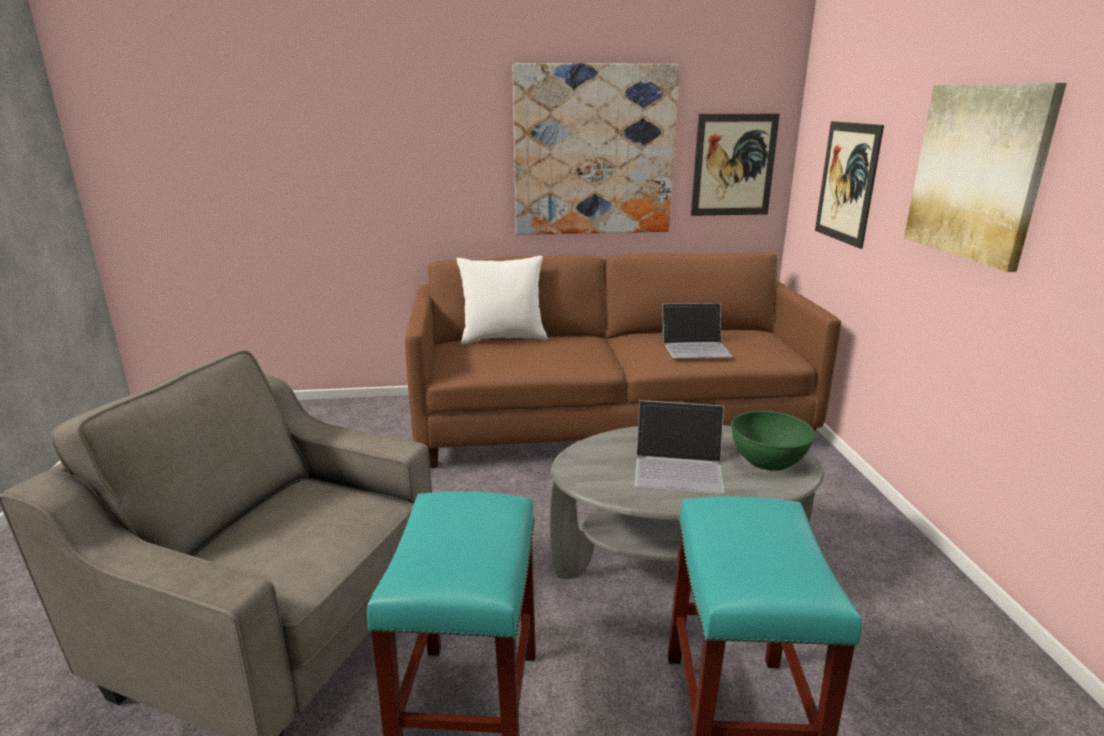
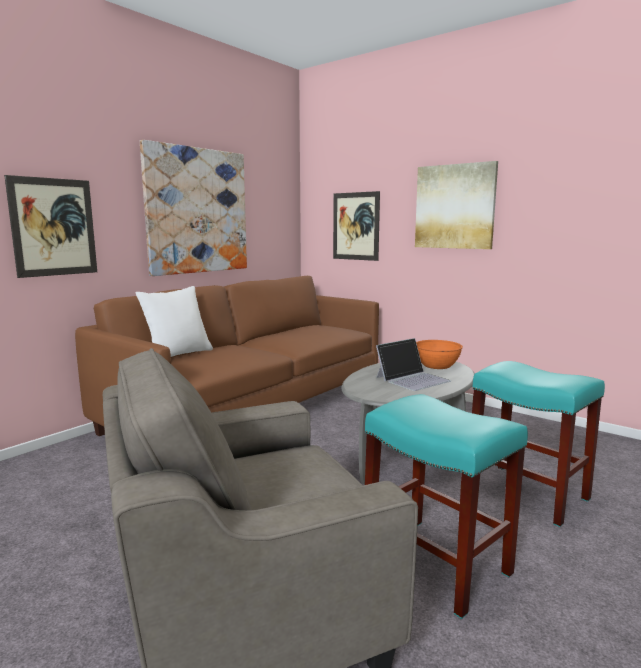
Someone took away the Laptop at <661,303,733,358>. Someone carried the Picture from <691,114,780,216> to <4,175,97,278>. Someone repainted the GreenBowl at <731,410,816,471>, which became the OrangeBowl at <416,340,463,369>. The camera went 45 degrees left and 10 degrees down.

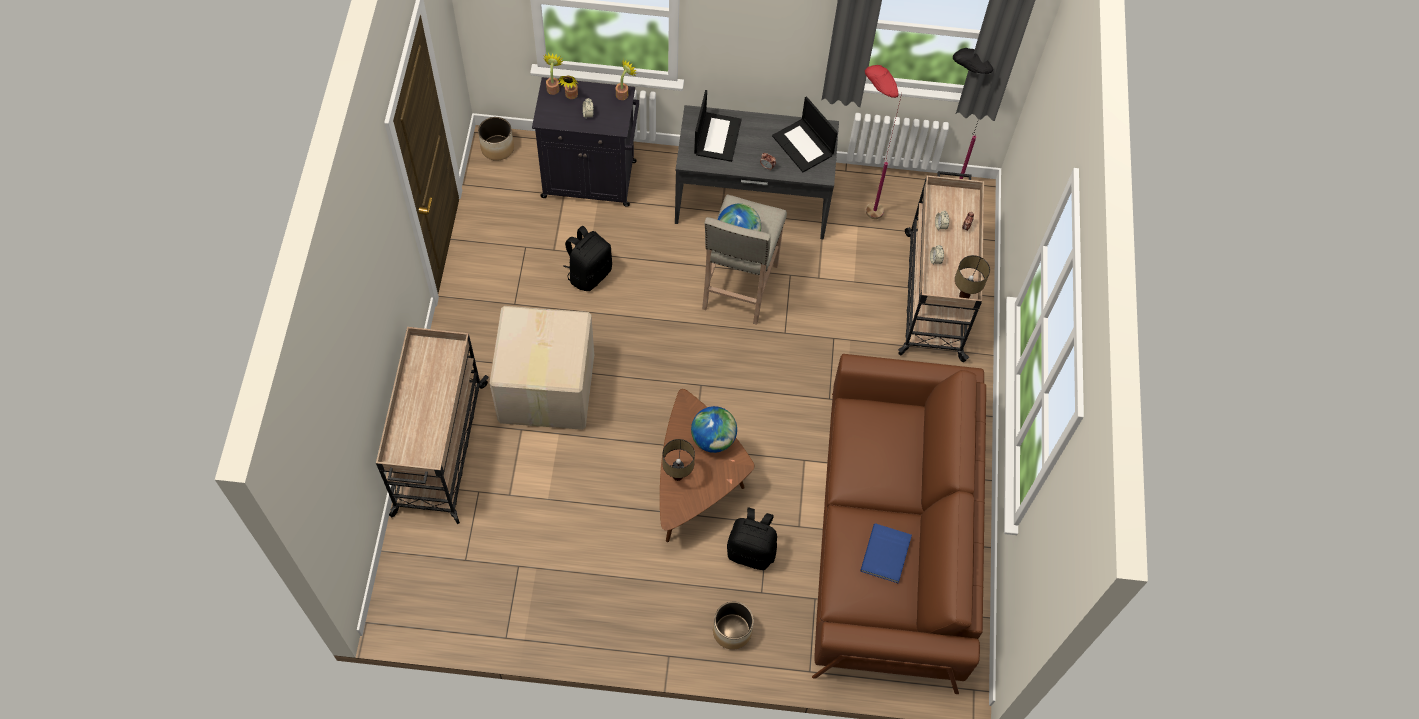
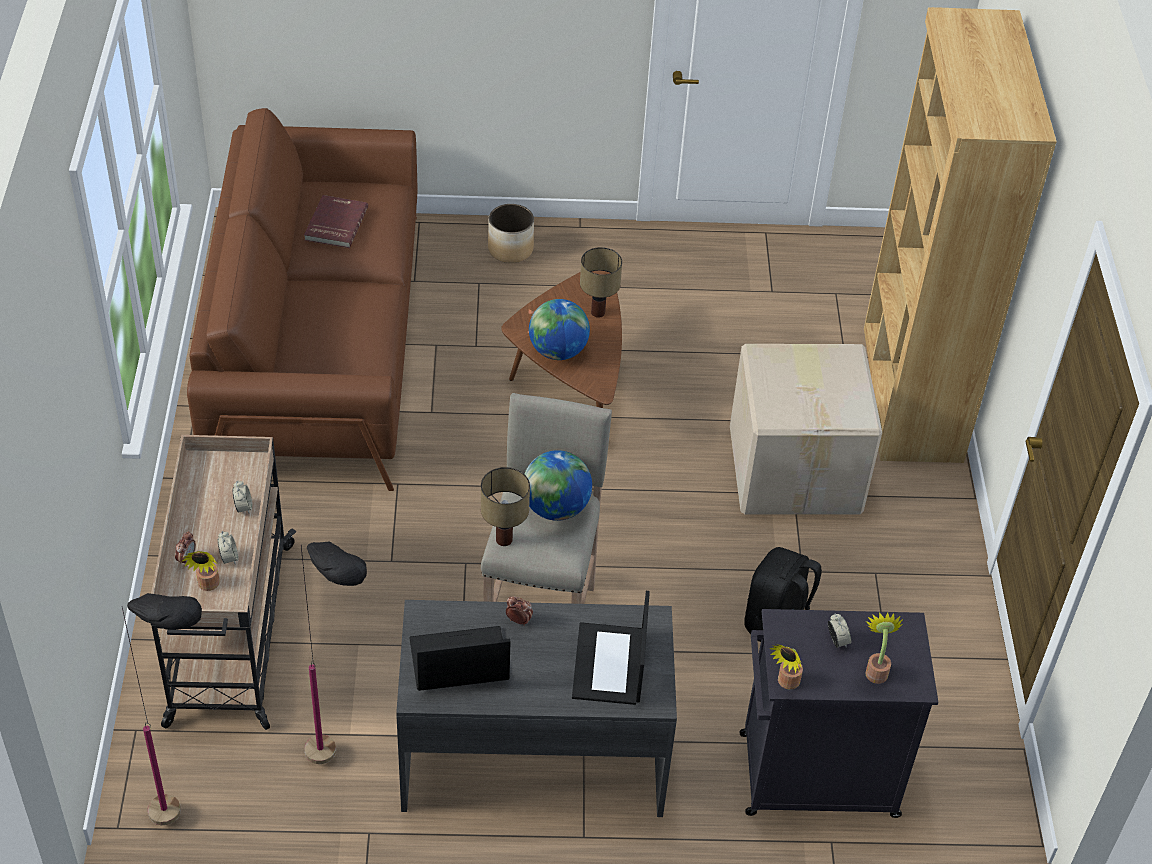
Someone swapped the BeigeCart at <376,327,489,524> for the BrownBookcase at <864,7,1057,463>. Someone took away the Planter at <478,117,514,161>. Someone carried the PottedPlant from <543,53,563,95> to <181,551,220,591>. Someone took away the BlackBackpack at <727,507,777,570>. Someone rotated the Laptop at <772,96,838,172> by 60 degrees counterclockwise. Someone repainted the BlueBook at <860,523,912,583>, which became the RedBook at <304,195,368,248>. Someone repainted the RedFloorLamp at <865,65,902,219>, which became the BlackFloorLamp at <301,541,367,764>. Someone carried the TableLamp from <955,255,990,298> to <481,467,530,546>. The camera went 175 degrees right and 15 degrees down.

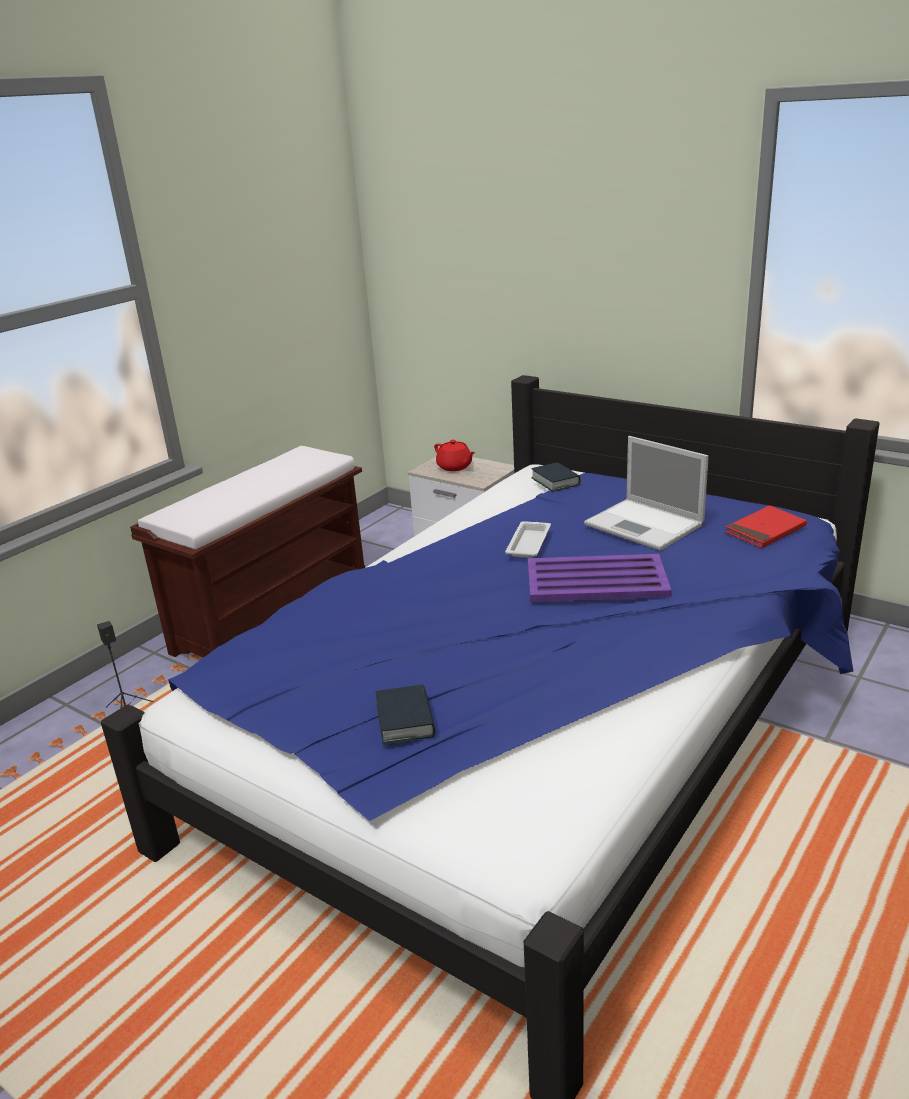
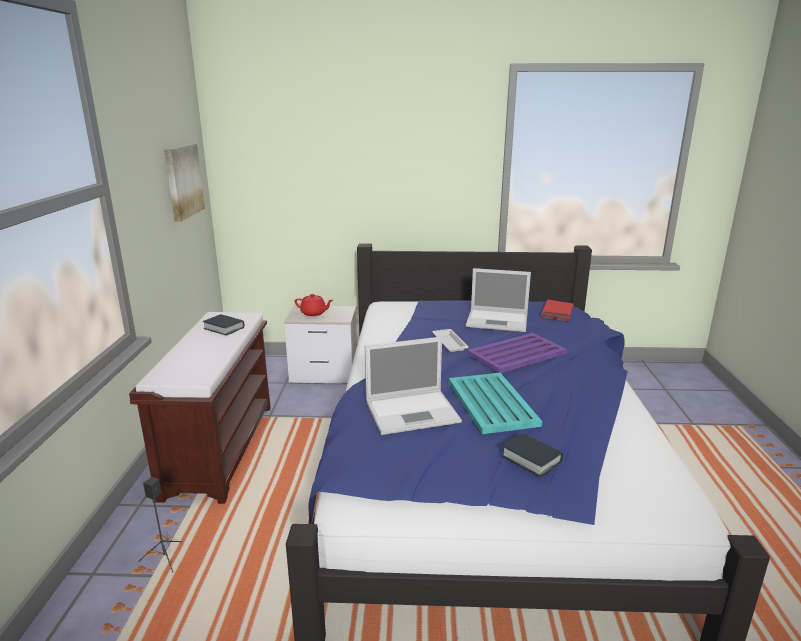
Someone carried the Book from <531,462,581,492> to <203,314,244,335>. Someone put up the Picture at <164,144,205,222>. Someone put down the Laptop at <365,337,462,435>. Someone put down the TurquoiseTray at <449,373,542,434>. The camera went 35 degrees left and 5 degrees down.

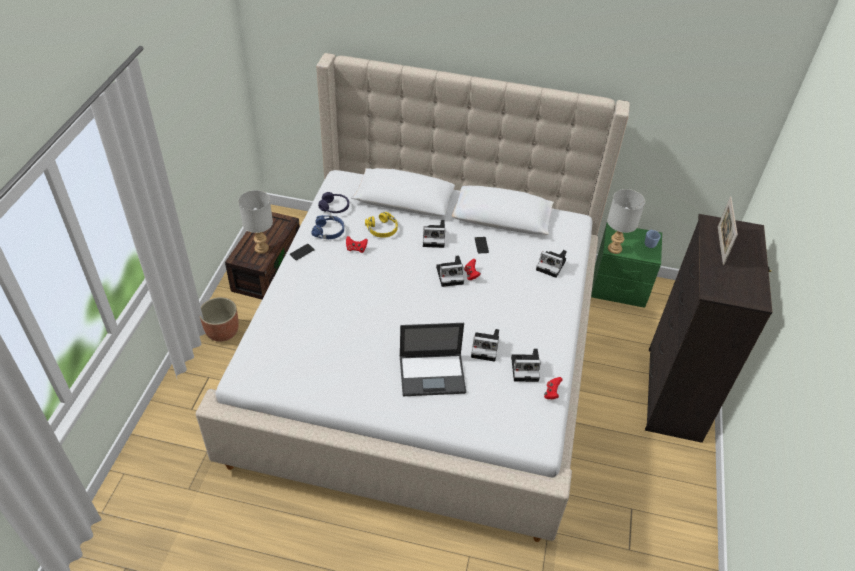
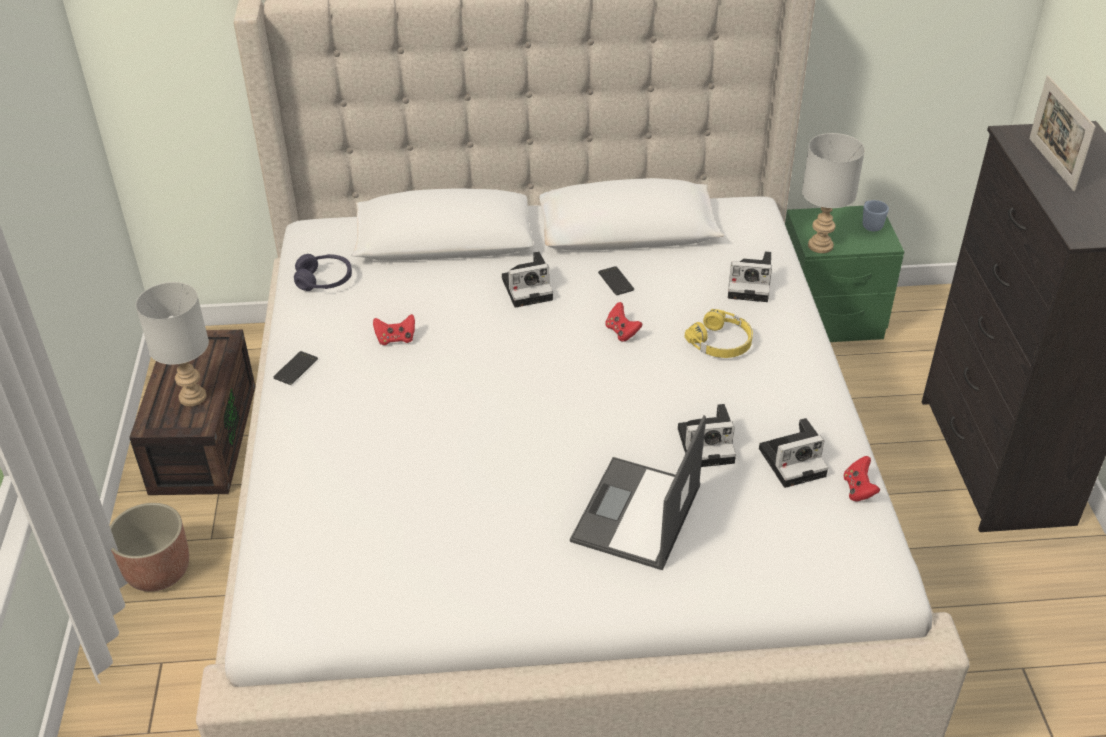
Someone took away the BlueHeadphones at <311,215,344,239>. Someone carried the YellowHeadphones from <365,212,398,238> to <684,309,753,358>. Someone rotated the Laptop at <400,323,466,396> by 135 degrees clockwise. Someone took away the PhotoCamera at <436,255,464,287>. The camera went 15 degrees left and 5 degrees down.

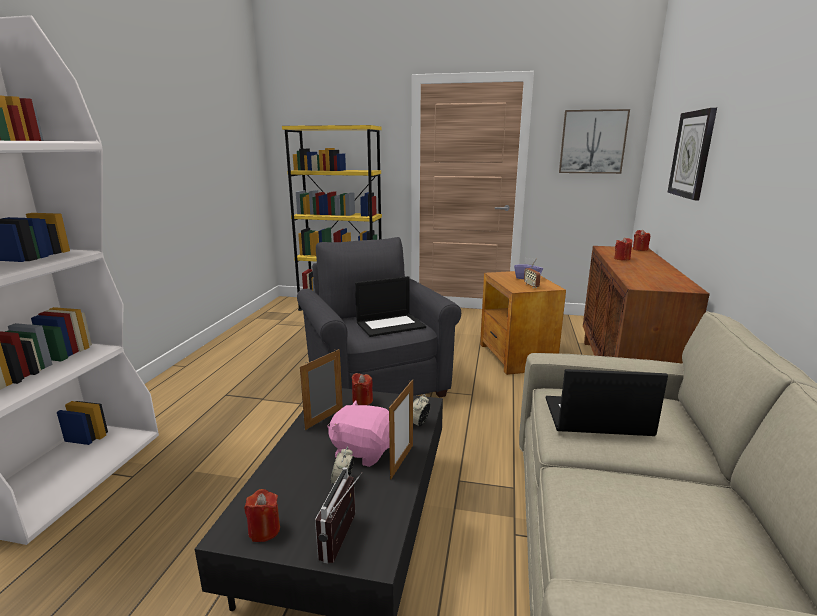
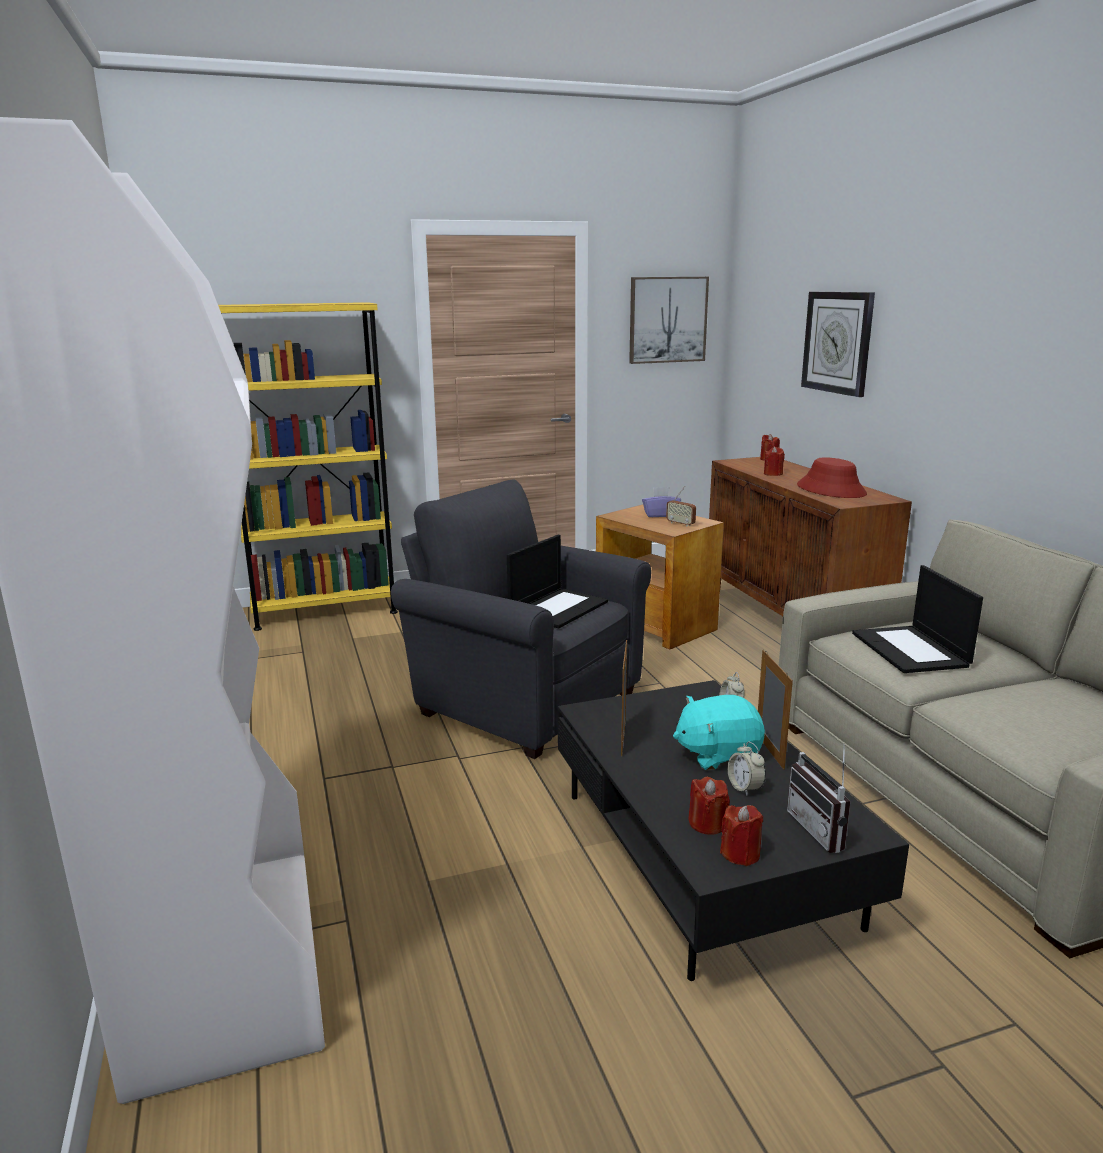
Someone repainted the PinkPlushToy at <327,400,390,467>, which became the TurquoisePlushToy at <673,695,765,770>. Someone carried the RedCandle from <352,373,373,405> to <688,777,730,835>. Someone rotated the Laptop at <546,369,668,436> by 75 degrees counterclockwise. Someone put down the RedHat at <797,457,867,498>. The camera went 30 degrees left and 0 degrees up.

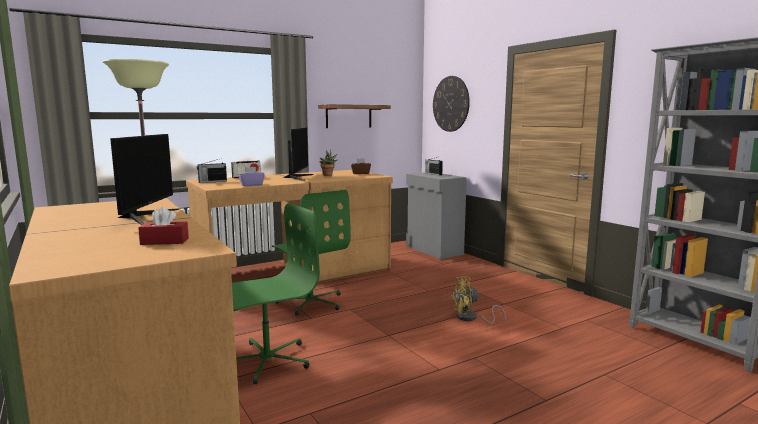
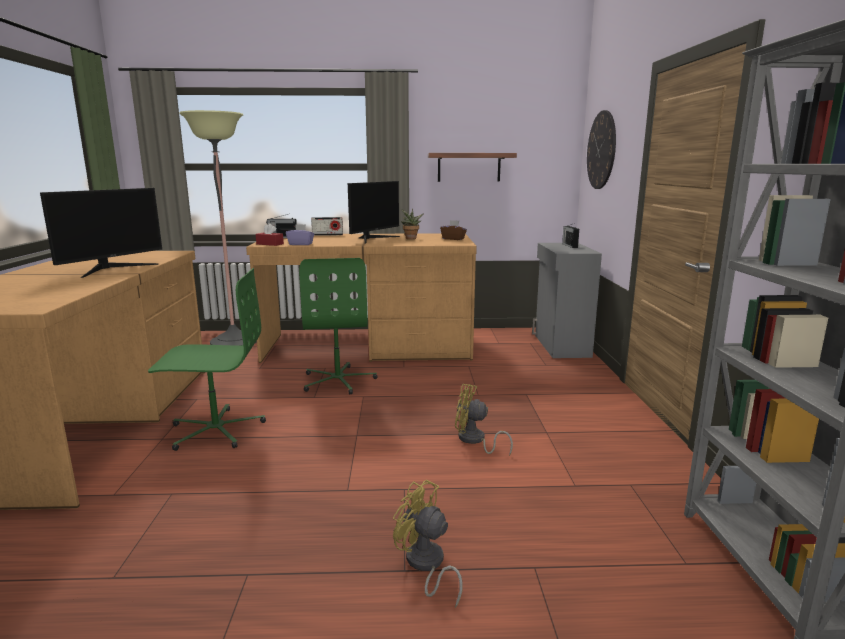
Someone carried the RedTissueBox from <138,207,189,245> to <256,223,284,246>. Someone put down the YellowFan at <393,480,463,608>. The camera went 30 degrees right and 5 degrees up.

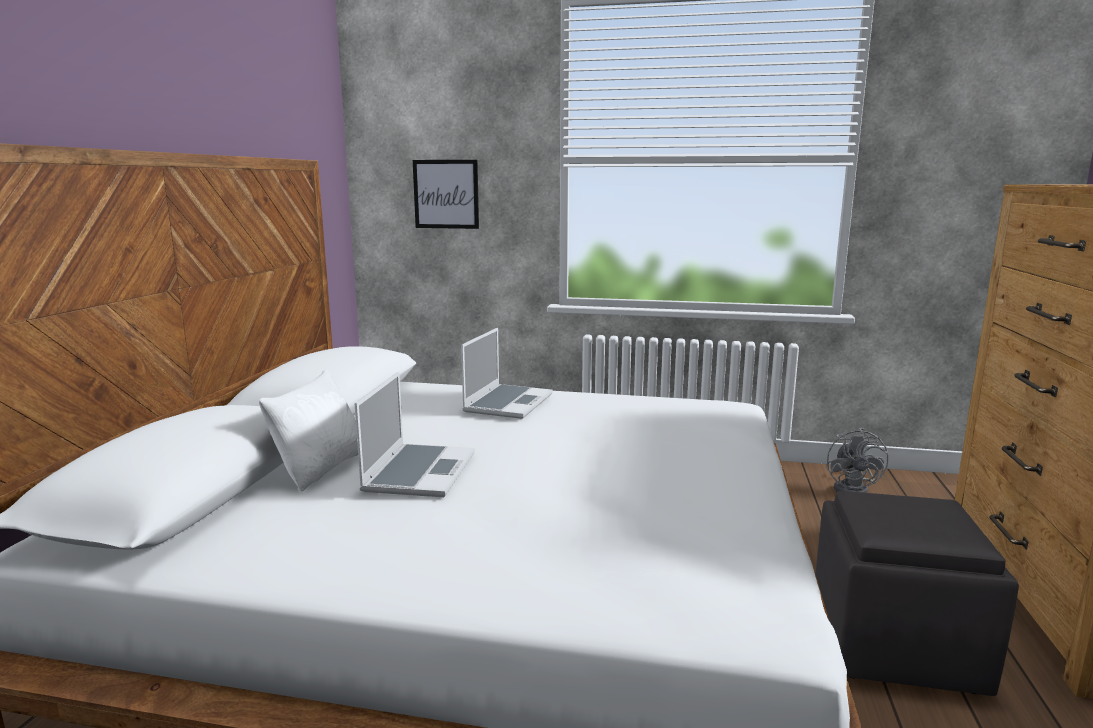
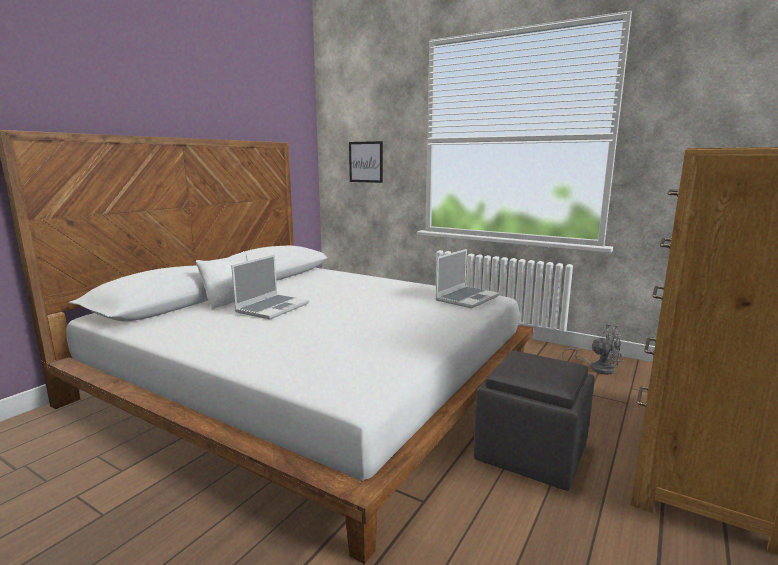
Someone carried the Laptop from <461,328,553,419> to <435,249,500,308>. Someone rotated the GreyFan at <826,428,888,493> by 105 degrees counterclockwise. The camera went 20 degrees right and 0 degrees up.

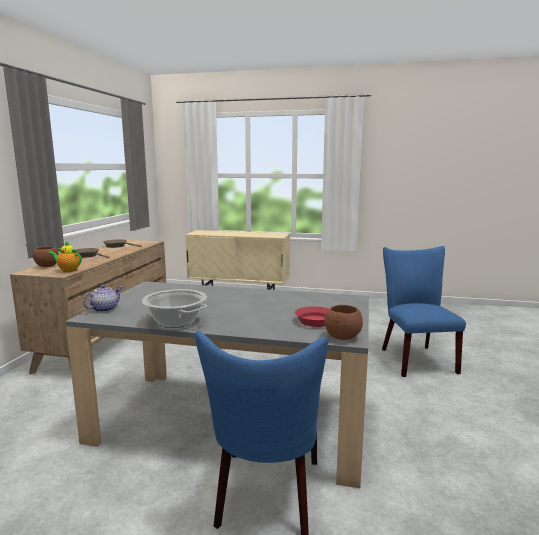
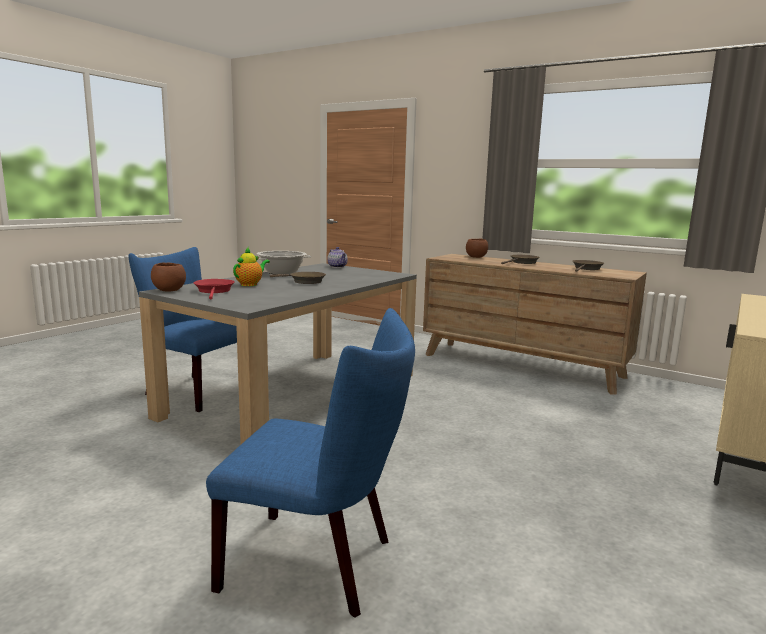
Someone carried the Teapot from <48,241,82,272> to <233,247,270,286>. Someone put down the BrownFryingPan at <269,272,326,284>. The camera went 110 degrees right and 0 degrees up.

